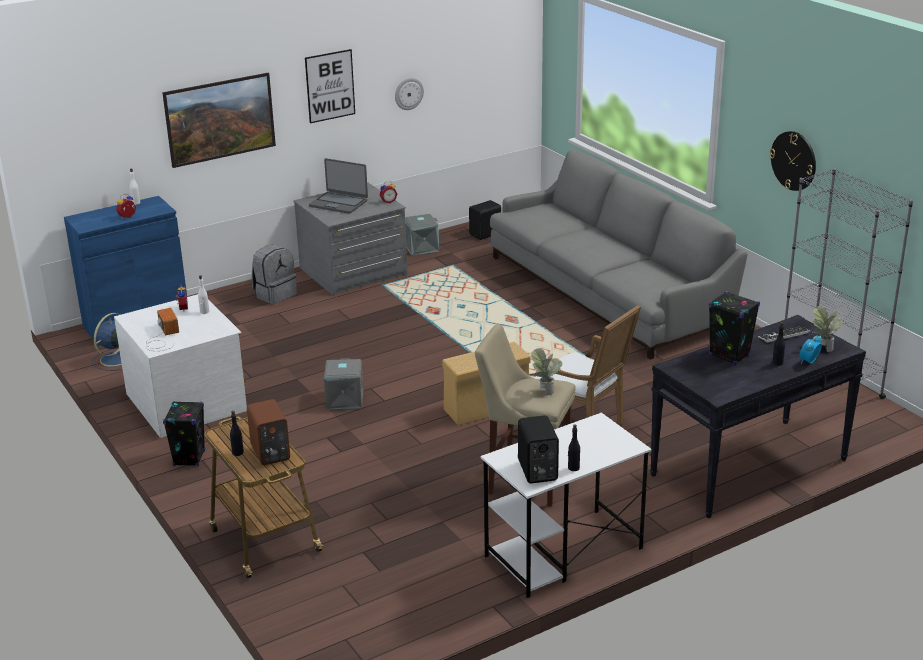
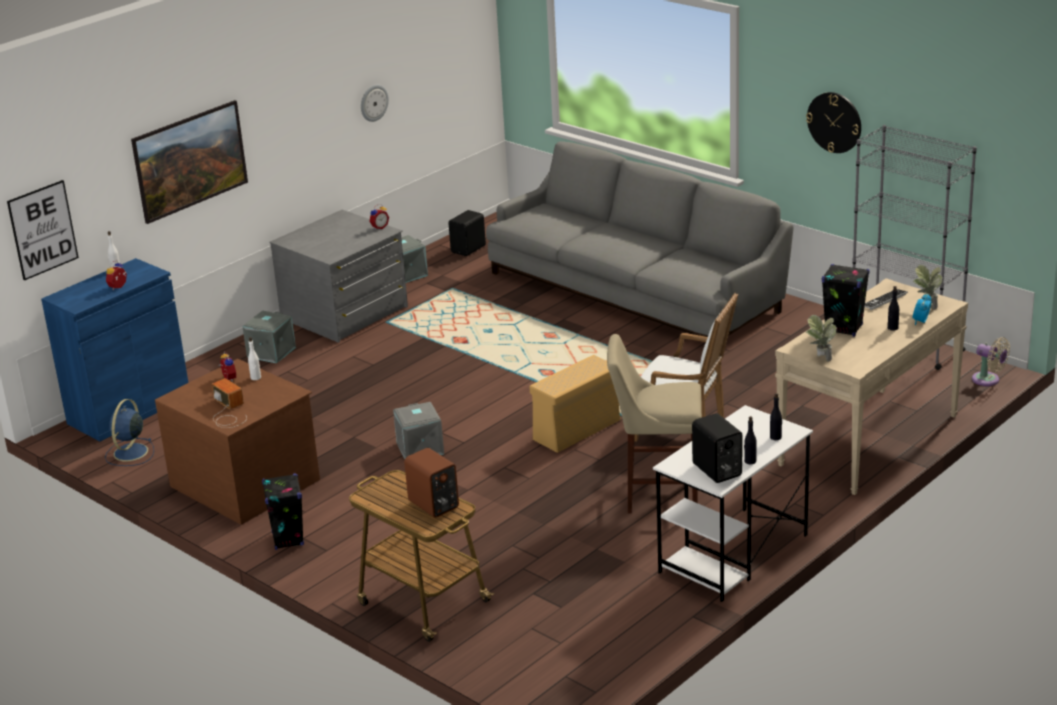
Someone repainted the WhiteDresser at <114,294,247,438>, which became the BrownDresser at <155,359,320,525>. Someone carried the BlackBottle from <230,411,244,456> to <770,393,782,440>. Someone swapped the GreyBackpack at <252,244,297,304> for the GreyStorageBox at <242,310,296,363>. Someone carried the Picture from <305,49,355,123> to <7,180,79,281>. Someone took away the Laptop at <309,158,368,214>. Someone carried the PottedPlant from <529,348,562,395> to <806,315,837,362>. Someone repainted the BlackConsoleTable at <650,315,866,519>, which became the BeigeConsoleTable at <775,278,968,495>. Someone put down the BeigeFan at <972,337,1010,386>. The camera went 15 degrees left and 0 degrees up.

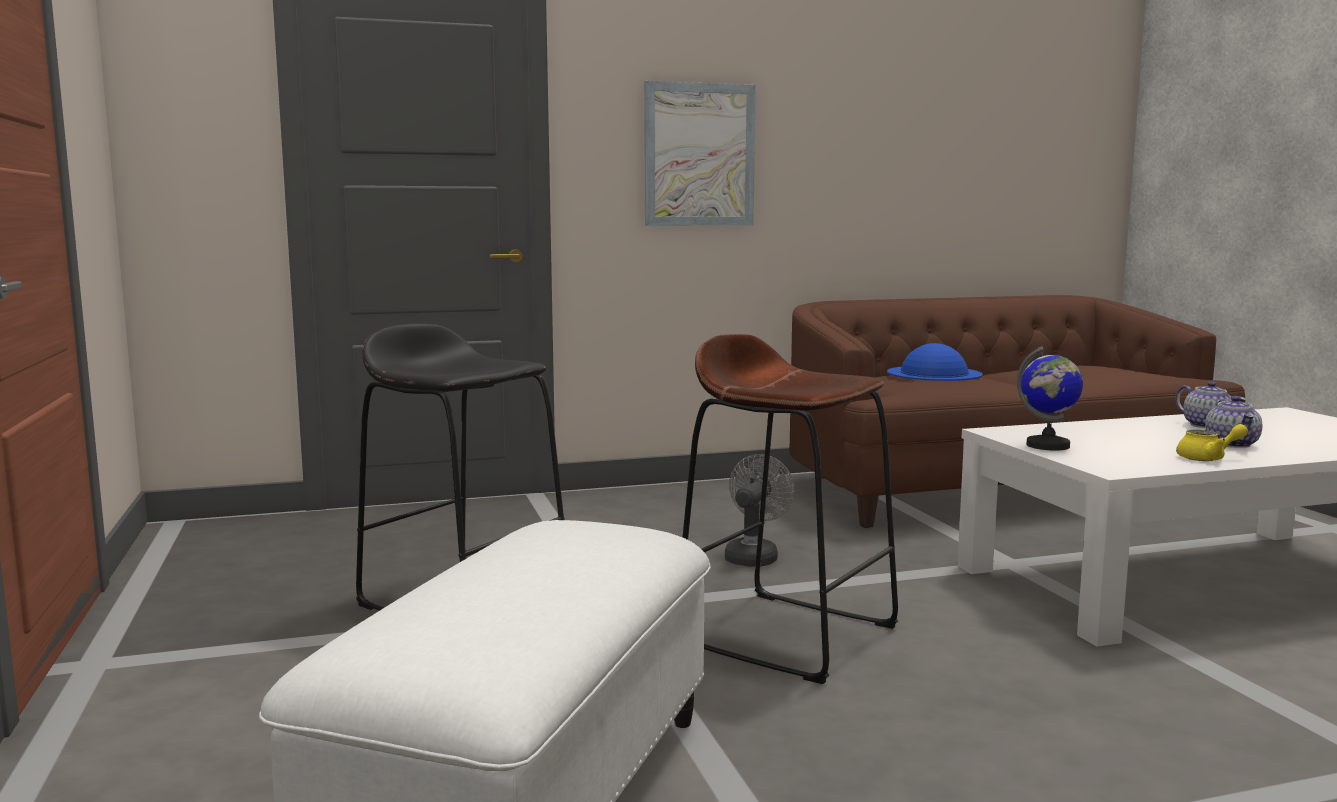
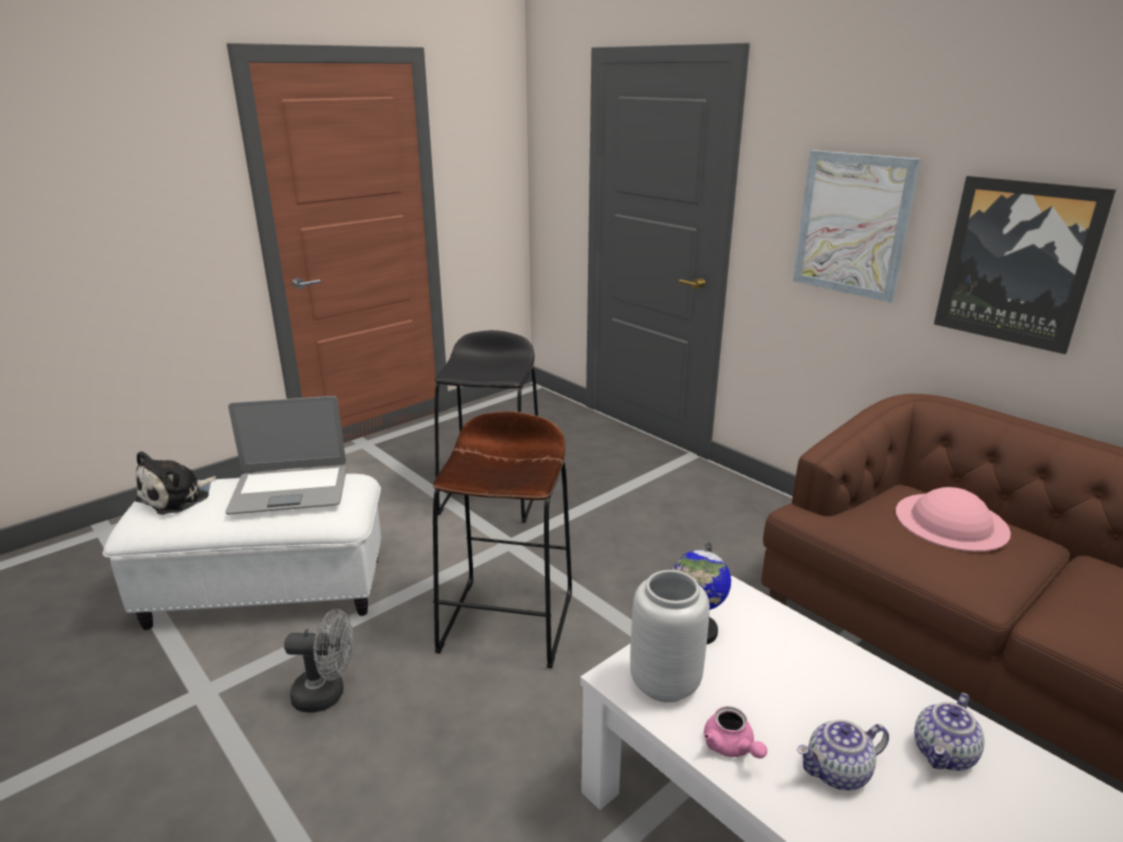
Someone carried the GreyFan from <725,454,795,566> to <284,609,354,713>. Someone repainted the BlueHat at <887,343,983,381>, which became the PinkHat at <896,487,1011,552>. Someone repainted the YellowTeapot at <1176,424,1248,461>, which became the PinkTeapot at <704,706,767,758>. Someone put down the PlushToy at <135,451,216,515>. Someone put down the Laptop at <225,396,346,515>. Someone put down the GreyVase at <630,570,710,702>. Someone put up the Picture at <934,176,1116,354>. The camera went 65 degrees right and 15 degrees up.

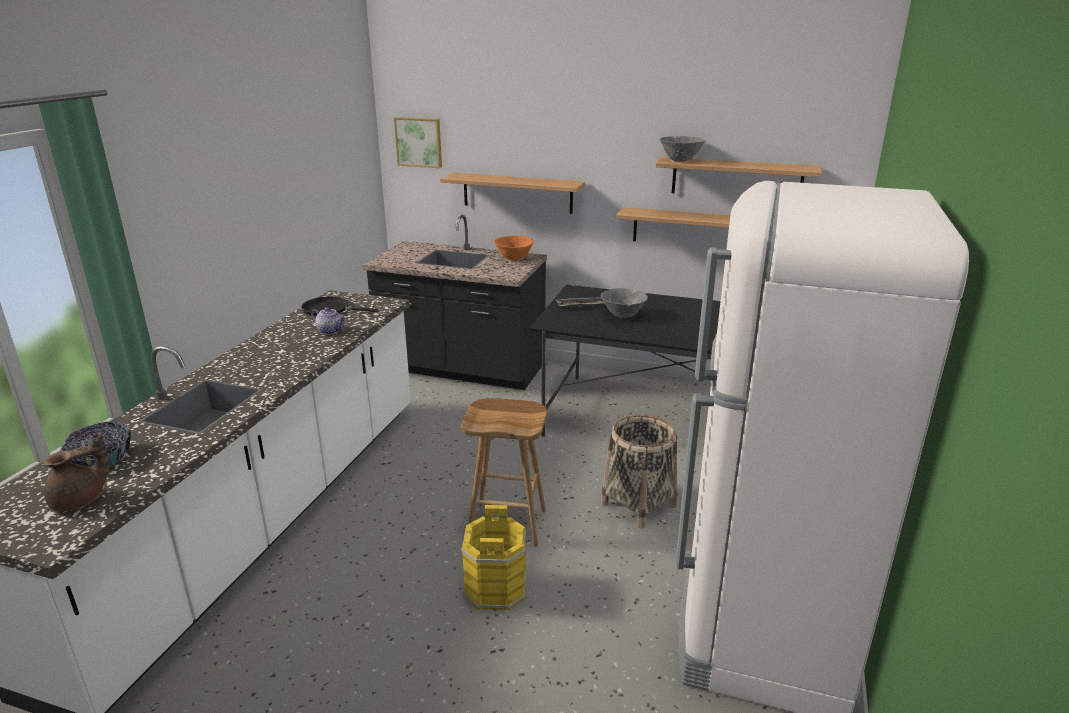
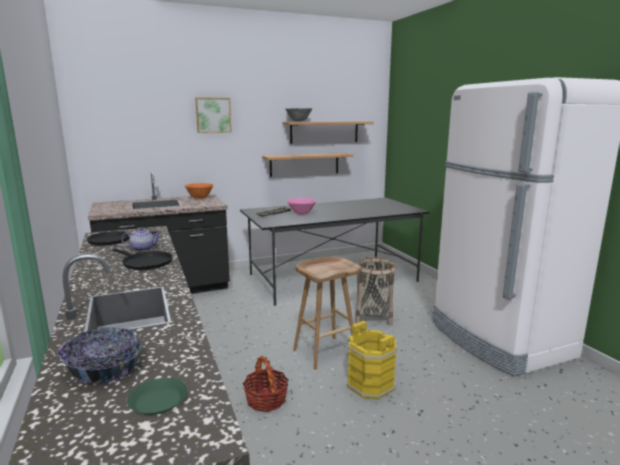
Someone swapped the BrownTeapot at <43,432,109,511> for the GreenPlate at <127,378,187,415>. Someone carried the Picture from <394,117,442,168> to <195,98,232,133>. Someone took away the Shelf at <440,173,585,214>. Someone repainted the GreyBowl at <601,288,648,318>, which became the PinkBowl at <287,198,317,215>. Someone put down the BlackFryingPan at <112,248,173,270>. Someone put down the Basket at <243,356,289,412>. The camera went 40 degrees left and 10 degrees down.

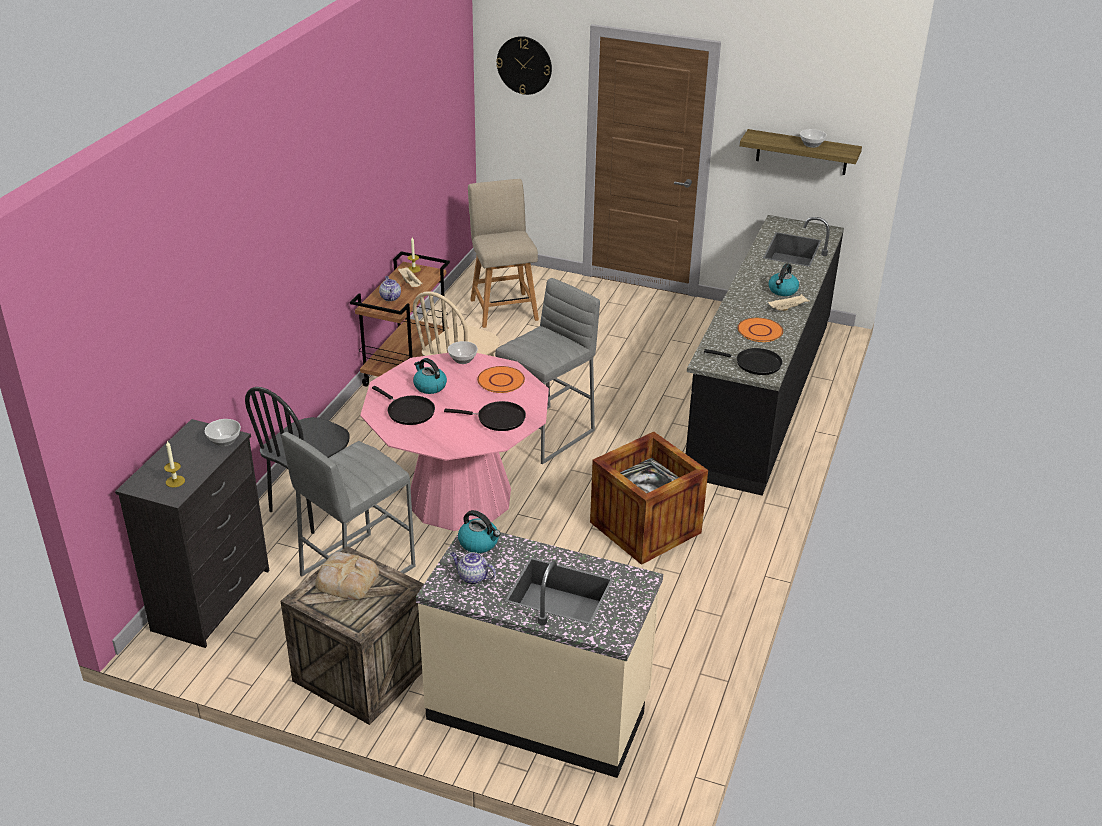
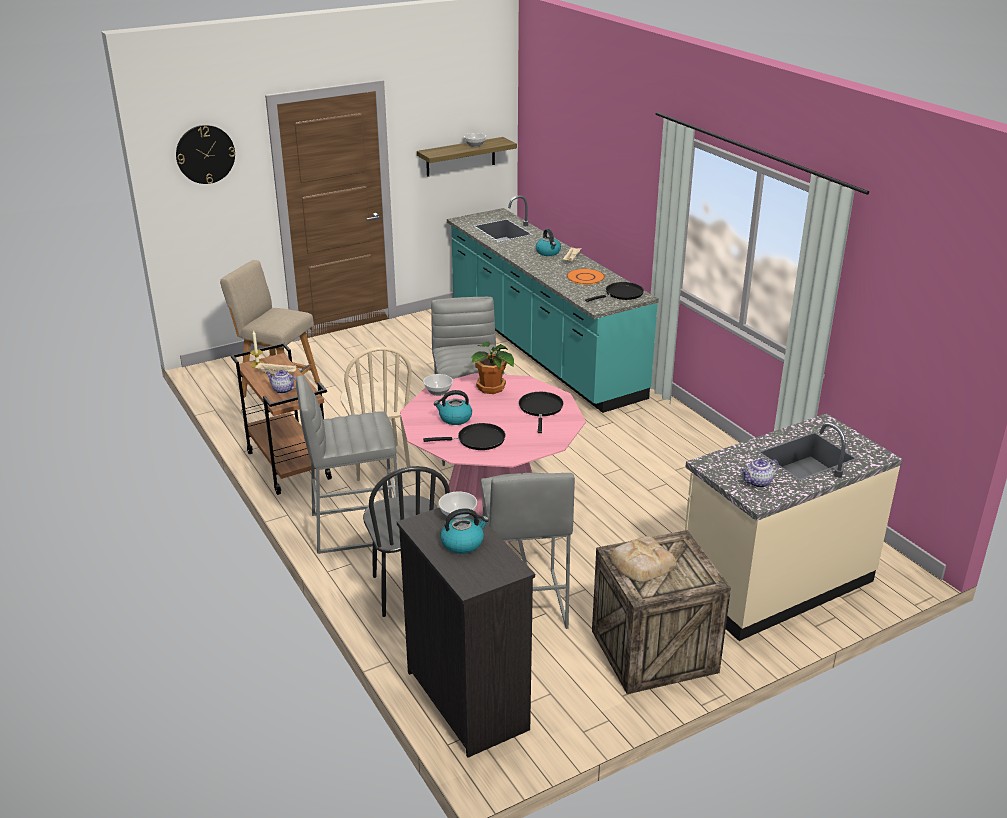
Someone took away the Candle at <164,441,185,487>. Someone rotated the BlackFryingPan at <444,401,526,431> by 45 degrees counterclockwise. Someone carried the Kettle from <458,510,501,553> to <440,508,489,554>. Someone swapped the OrangePlate at <477,366,525,393> for the PottedPlant at <471,342,514,394>. Someone took away the Crate at <590,432,708,565>. Someone repainted the BlackCounter at <686,215,844,496>, which became the TurquoiseCounter at <447,195,659,413>. Someone put down the GreyStool at <296,376,399,554>. The camera went 50 degrees left and 5 degrees down.

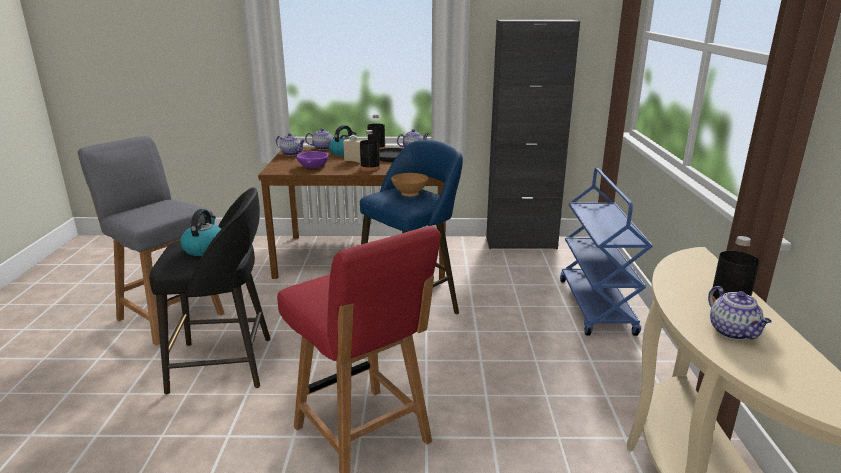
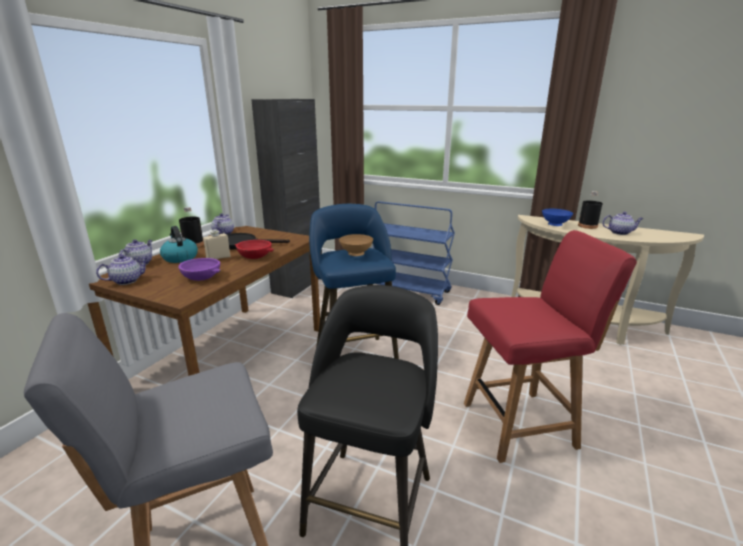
Someone took away the Kettle at <180,209,221,256>. Someone swapped the BlackBottle at <360,130,380,171> for the RedBowl at <235,240,274,259>. Someone put down the BlueBowl at <542,209,573,226>. The camera went 65 degrees left and 0 degrees up.

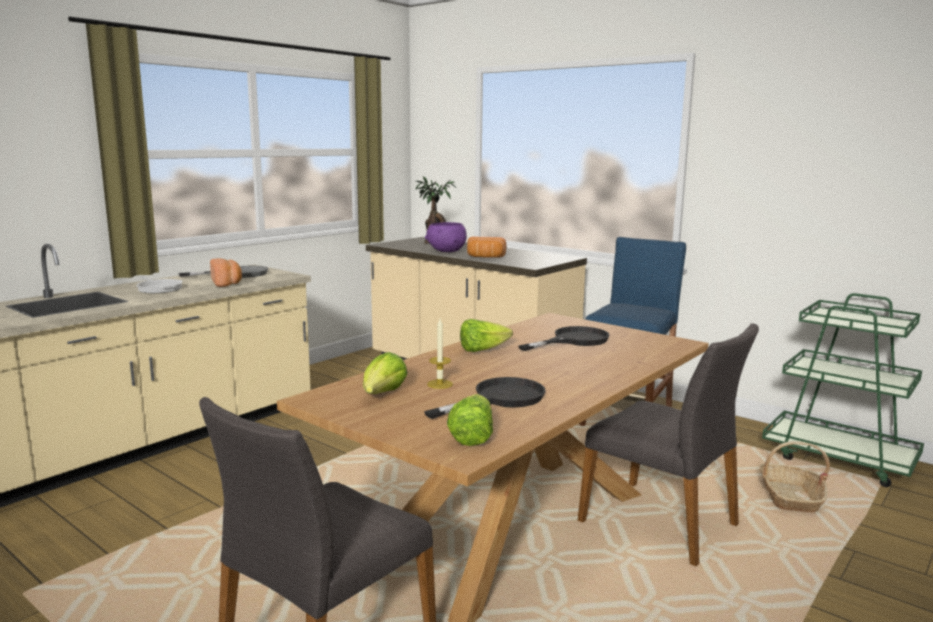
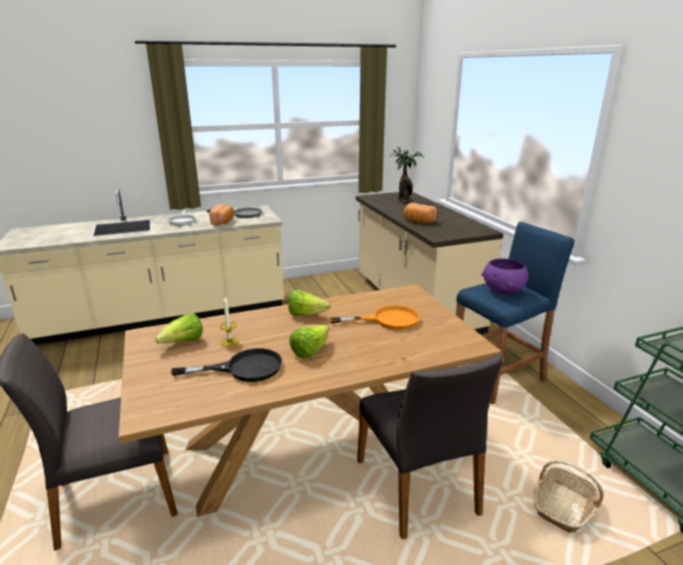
Someone carried the PurpleBowl from <425,222,467,252> to <482,259,529,295>. Someone carried the Lettuce from <447,394,493,446> to <289,325,329,358>. Someone repainted the BlackFryingPan at <518,326,609,351>, which became the OrangeFryingPan at <329,305,420,330>. The camera went 30 degrees right and 10 degrees up.

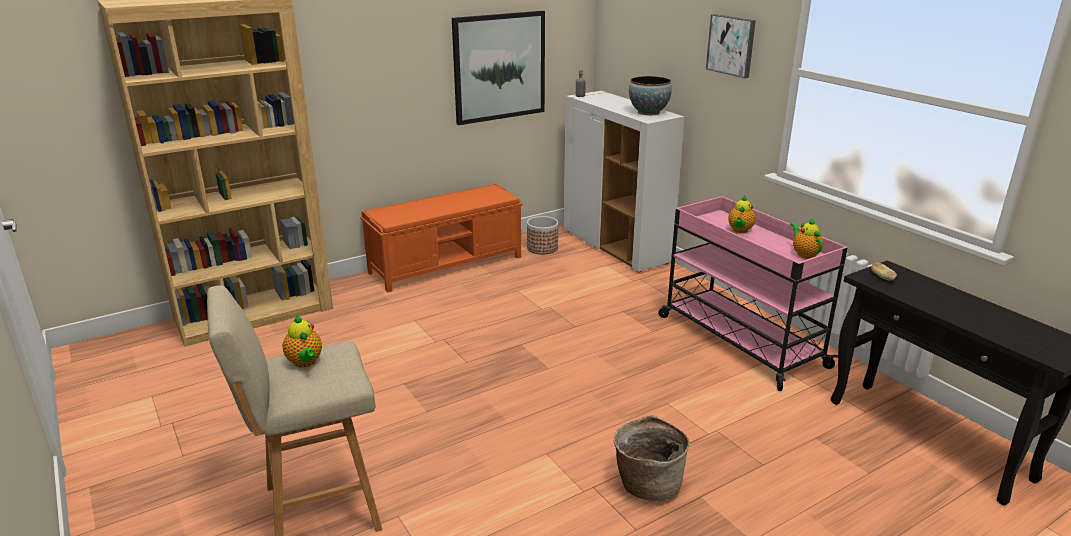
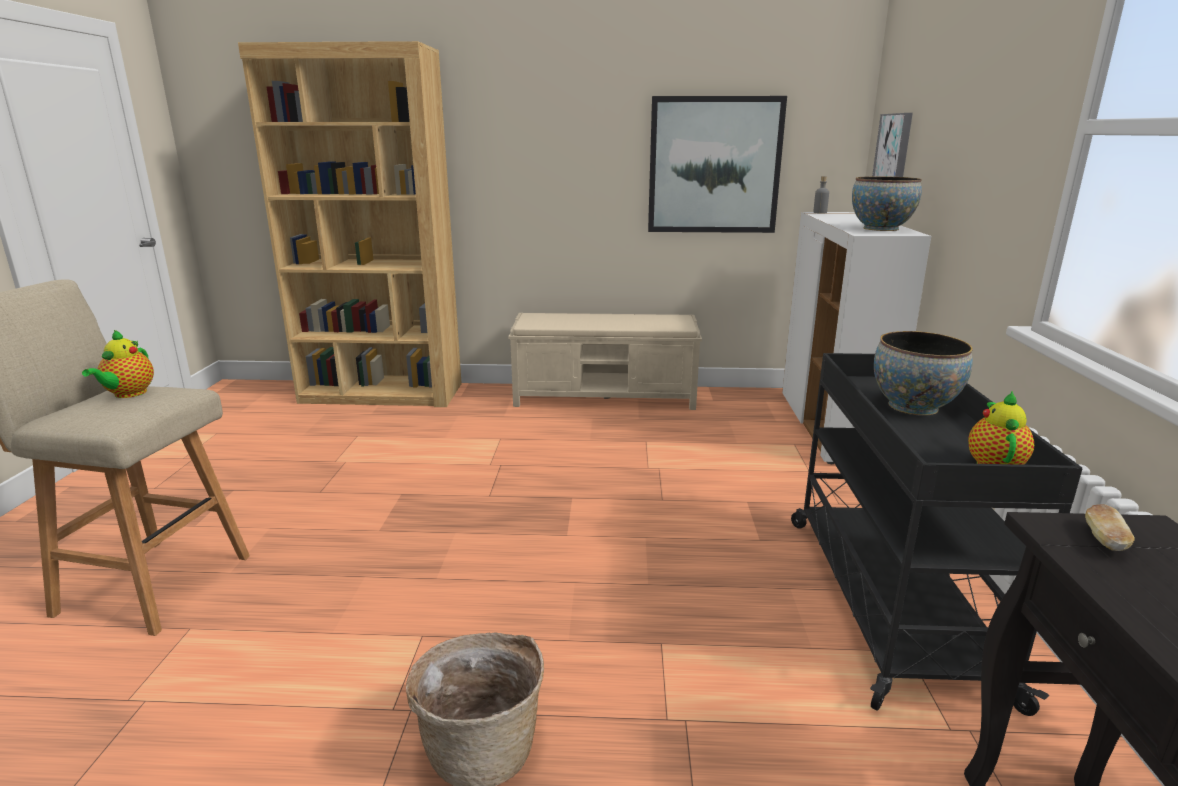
Someone repainted the OrangeBench at <360,184,523,293>, which became the BeigeBench at <508,313,702,410>. Someone took away the Planter at <527,216,558,254>. Someone repainted the PinkCart at <658,196,848,391>, which became the BlackCart at <791,353,1082,716>. Someone carried the Picture from <706,14,756,78> to <872,113,913,177>. Someone swapped the Teapot at <729,195,755,233> for the Bowl at <874,331,973,416>. The camera went 35 degrees right and 5 degrees down.

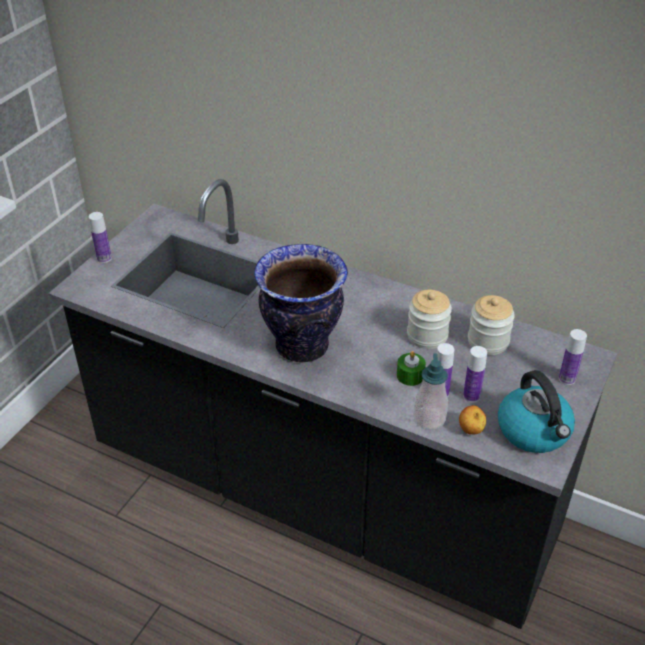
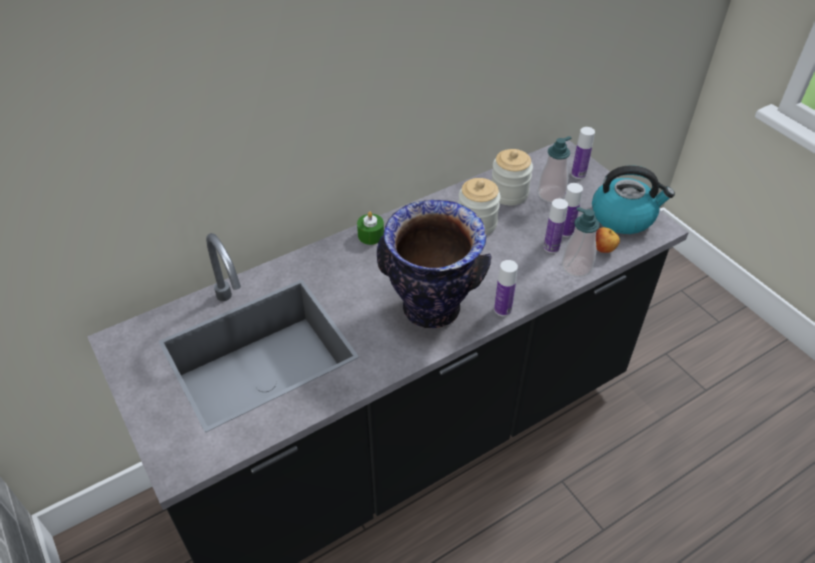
Someone carried the Bottle from <89,212,112,263> to <494,260,518,316>. Someone carried the GreenCandle from <397,351,426,386> to <357,212,384,245>. Someone put down the SoapDispenser at <538,136,571,203>. The camera went 60 degrees left and 5 degrees up.

